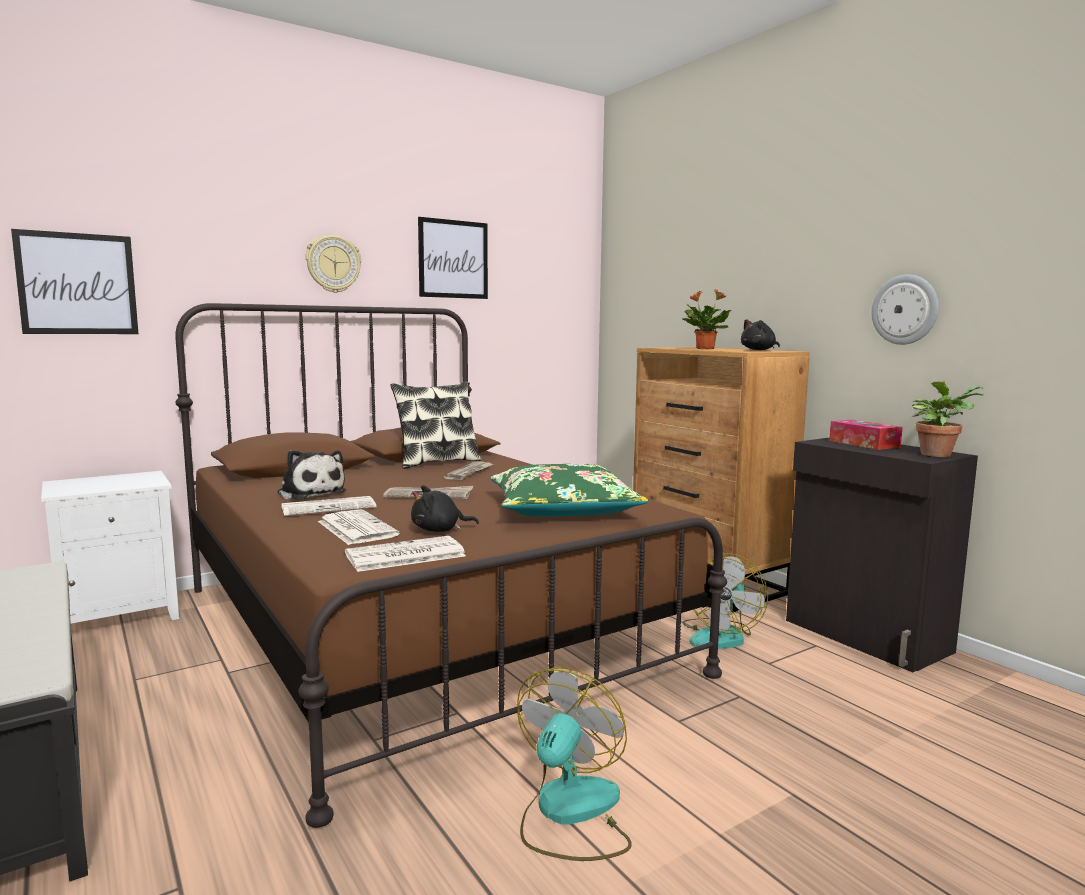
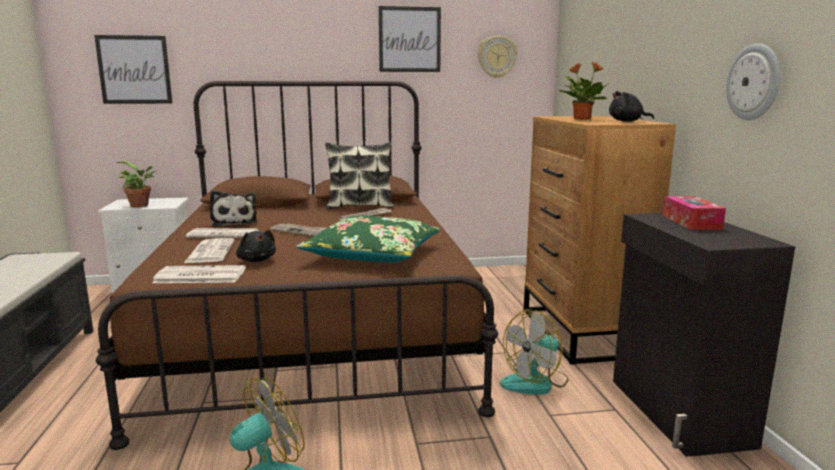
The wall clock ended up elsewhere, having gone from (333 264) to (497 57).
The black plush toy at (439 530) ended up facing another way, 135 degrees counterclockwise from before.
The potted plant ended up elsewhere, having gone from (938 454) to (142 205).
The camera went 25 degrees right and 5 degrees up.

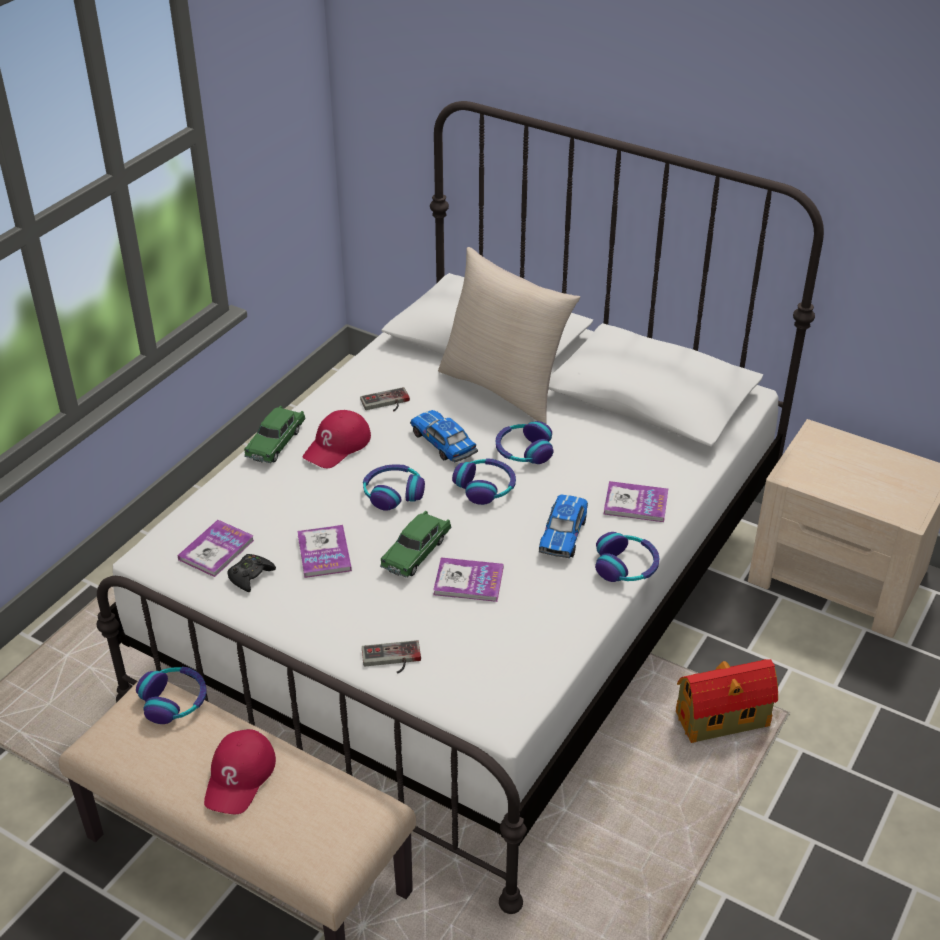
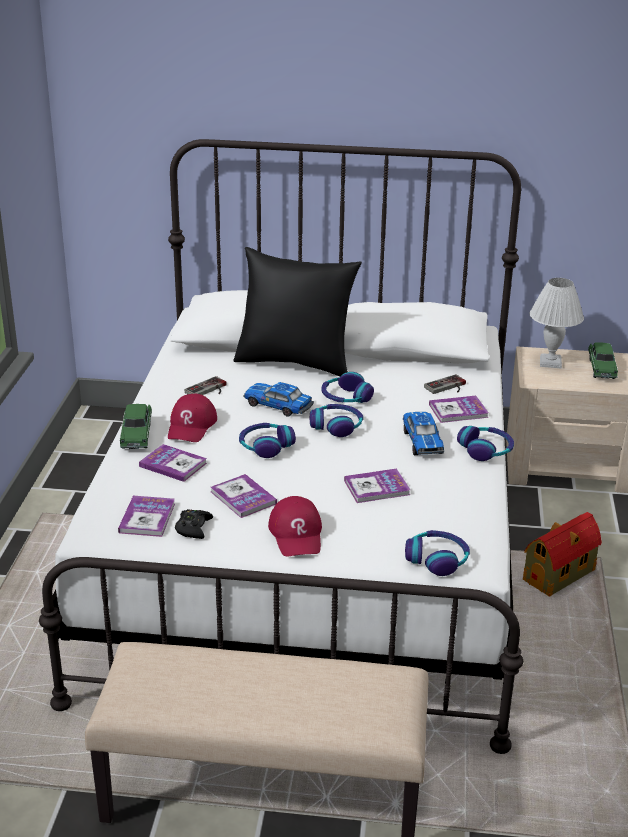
The headphones ended up elsewhere, having gone from (174 701) to (437 559).
The red cap ended up elsewhere, having gone from (239 776) to (297 534).
The game controller ended up elsewhere, having gone from (392 660) to (447 387).
The green toy car ended up elsewhere, having gone from (416 553) to (601 368).
What was the beige pillow at (504 388) turned into the black pillow at (295 362).
The second view gained the book at (173 464).
The second view gained the white table lamp at (551 363).
The camera went 25 degrees left and 10 degrees down.

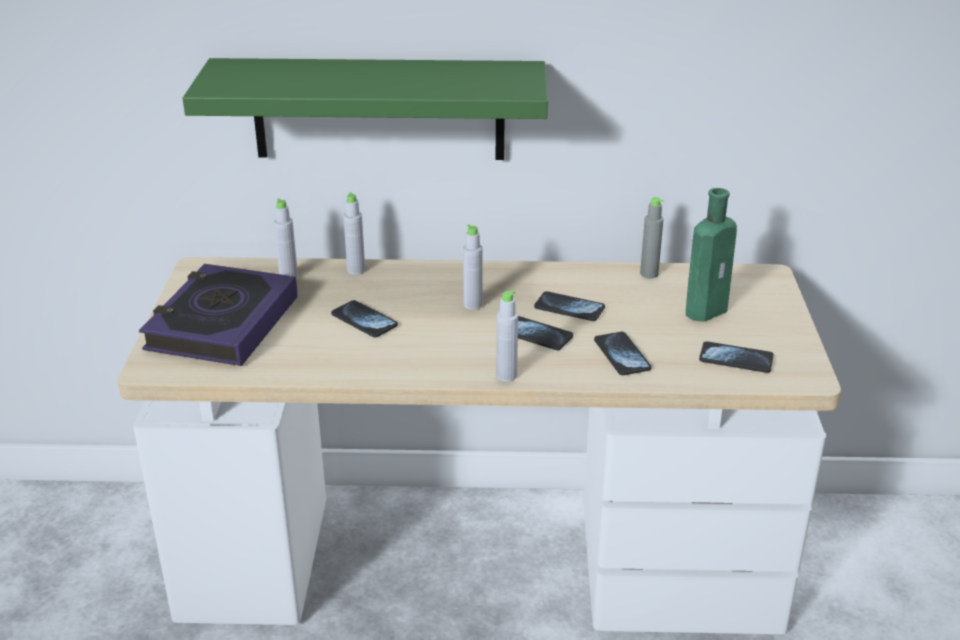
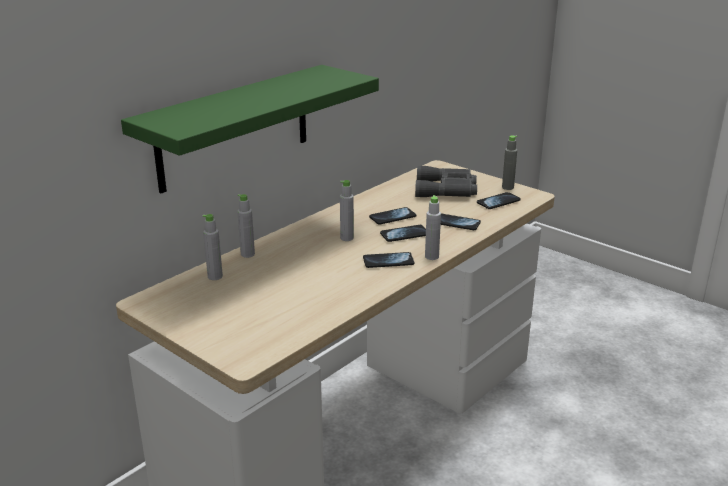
The second view lost the book at (222 323).
The phone ended up elsewhere, having gone from (364 320) to (388 261).
The grey bottle ended up elsewhere, having gone from (649 274) to (507 187).
Where the green bottle stood at (708 309), the grey binoculars came to stand at (447 189).
The camera went 50 degrees left and 5 degrees down.

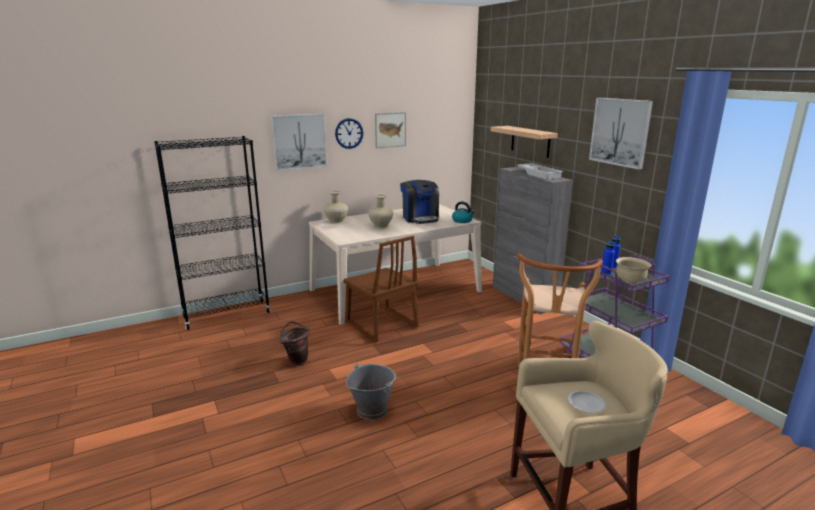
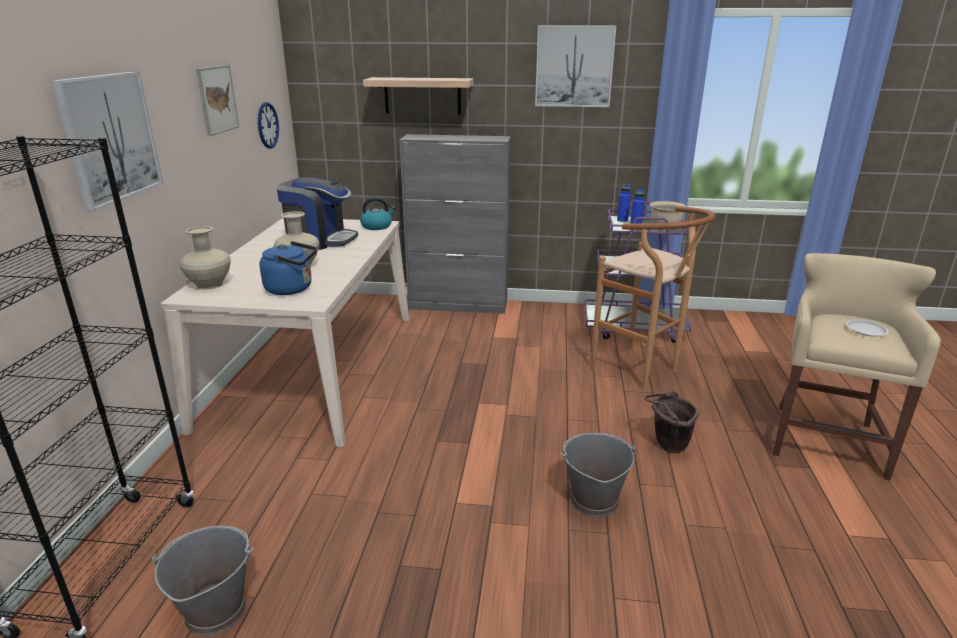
The brown bucket ended up elsewhere, having gone from (297 360) to (666 446).
The wall clock ended up elsewhere, having gone from (349 133) to (267 125).
The second view lost the brown chair at (381 325).
The second view lost the white tray at (539 174).
The second view gained the grey bucket at (215 610).
The second view gained the blue kettle at (292 289).
The camera went 55 degrees left and 5 degrees up.

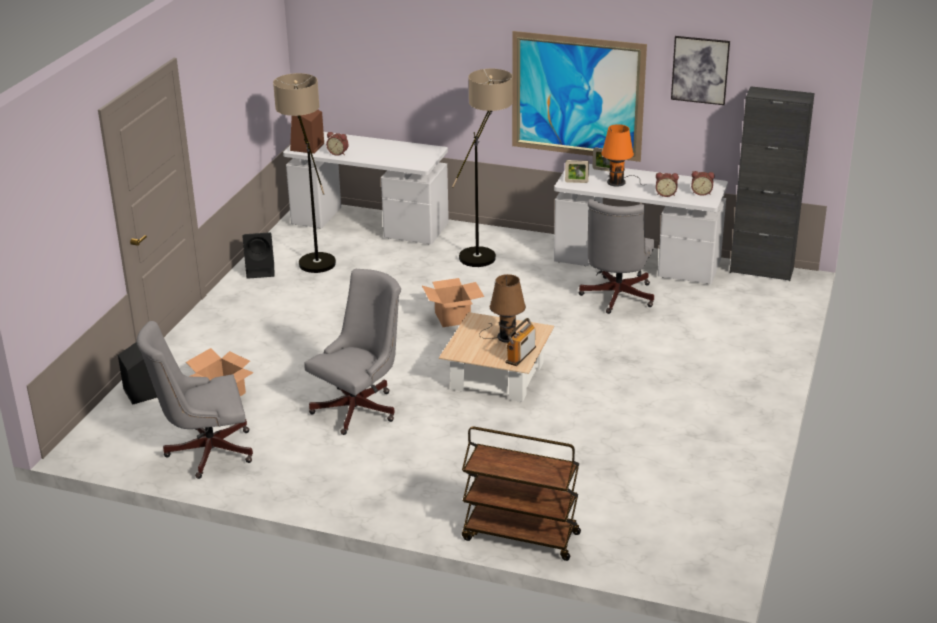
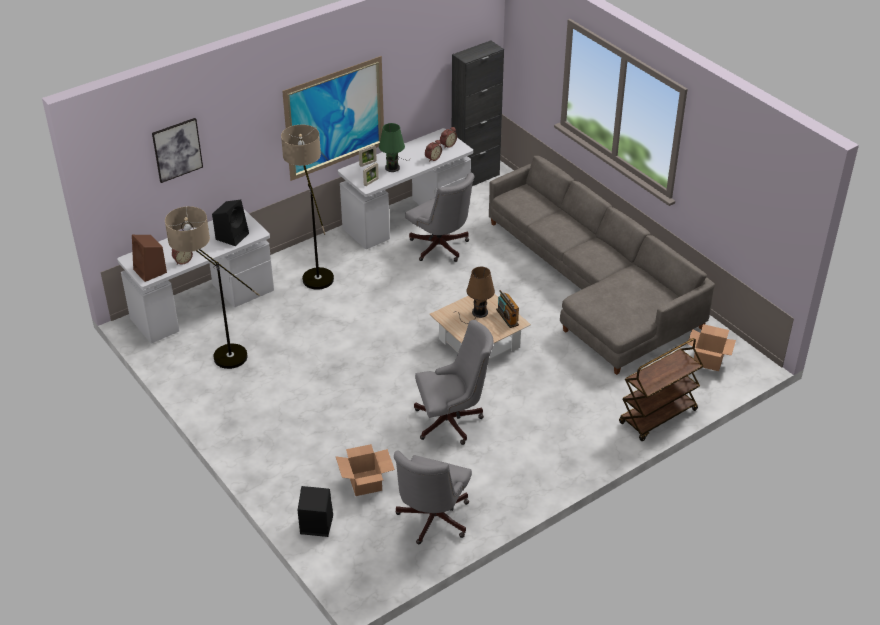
The black speaker ended up elsewhere, having gone from (261 270) to (232 236).
The grey office chair at (360 407) ended up facing another way, 90 degrees clockwise from before.
The cardboard box ended up elsewhere, having gone from (452 317) to (707 360).
What was the orange table lamp at (618 182) turned into the green table lamp at (393 167).
The picture ended up elsewhere, having gone from (700 70) to (177 149).
The second view gained the grey sofa at (594 285).
The camera went 55 degrees left and 10 degrees up.

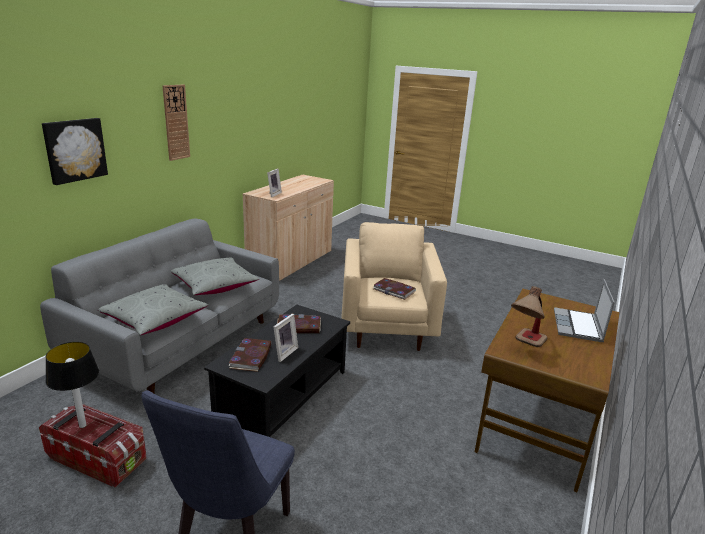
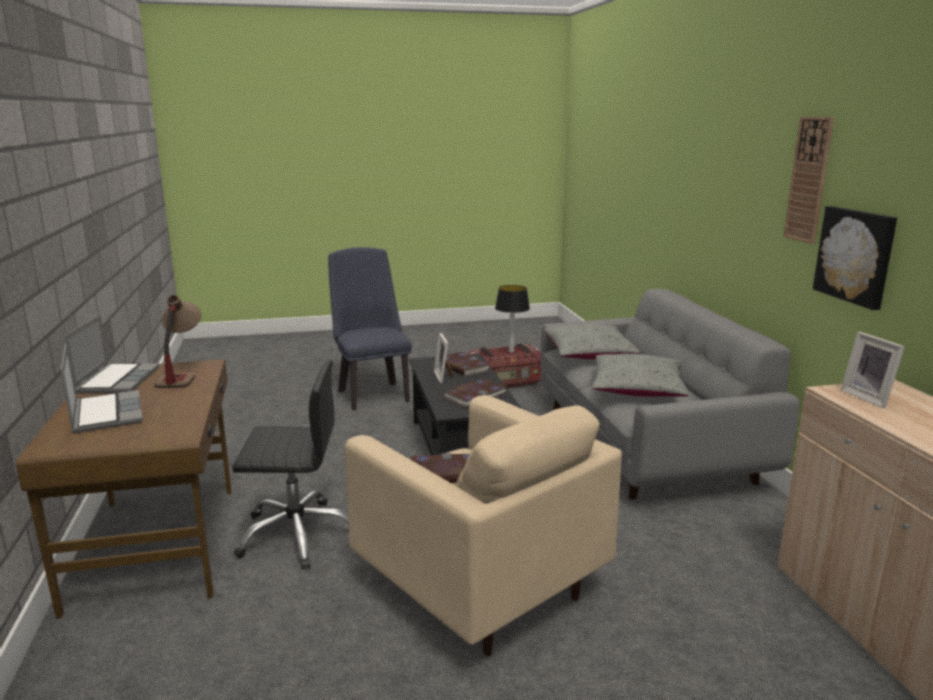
The picture ended up elsewhere, having gone from (74 150) to (856 255).
The second view gained the laptop at (117 380).
The second view gained the black office chair at (297 534).
The camera went 140 degrees right and 5 degrees down.

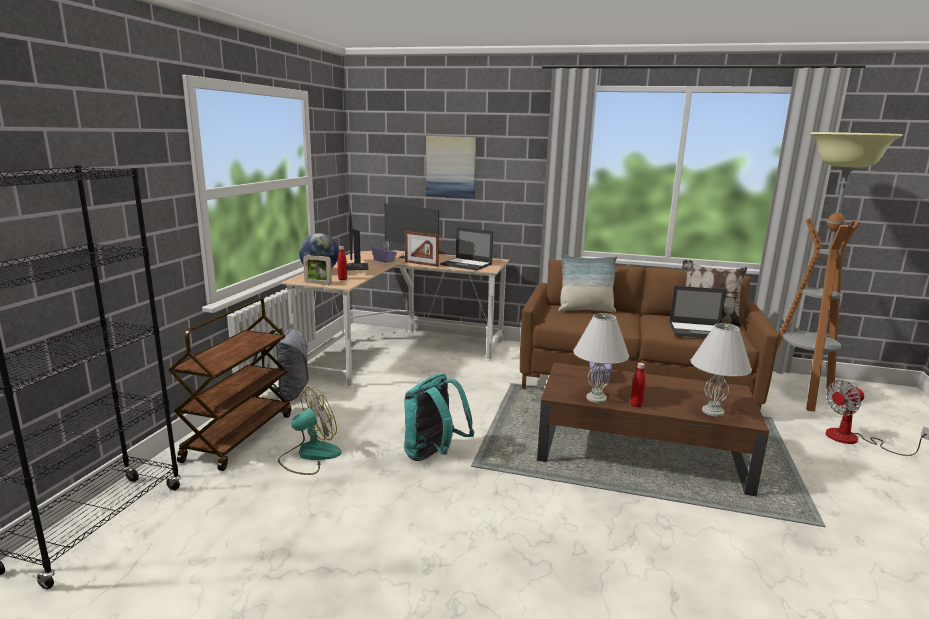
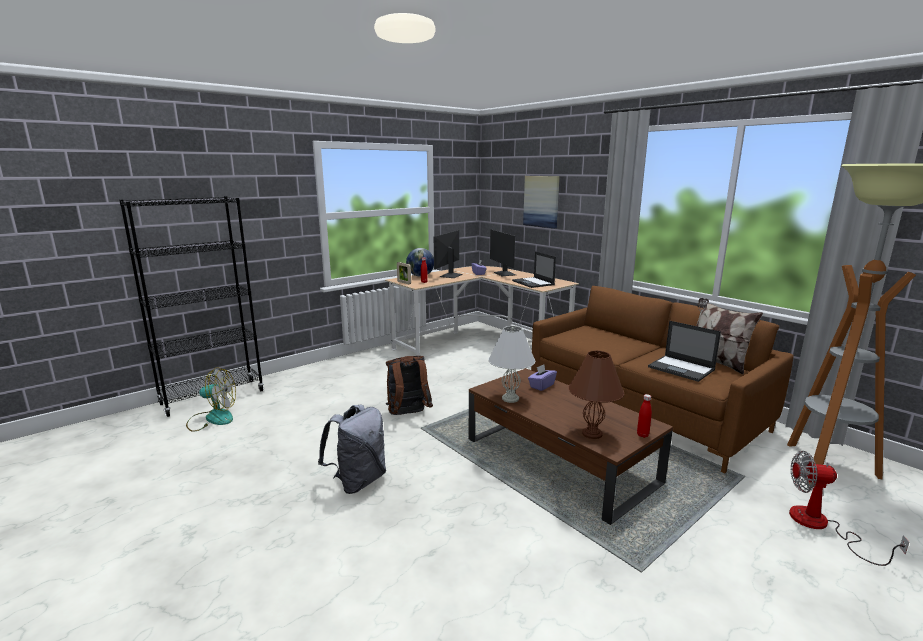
The second view lost the brown cart at (239 436).
The grey backpack ended up elsewhere, having gone from (285 395) to (358 481).
The fan ended up elsewhere, having gone from (309 455) to (212 418).
What was the turquoise backpack at (434 455) turned into the brown backpack at (408 414).
The second view lost the picture frame at (421 264).
The second view lost the pillow at (585 310).
The red bottle ended up elsewhere, having gone from (636 405) to (642 435).
What was the white table lamp at (713 411) turned into the brown table lamp at (591 434).
The camera went 35 degrees right and 0 degrees up.

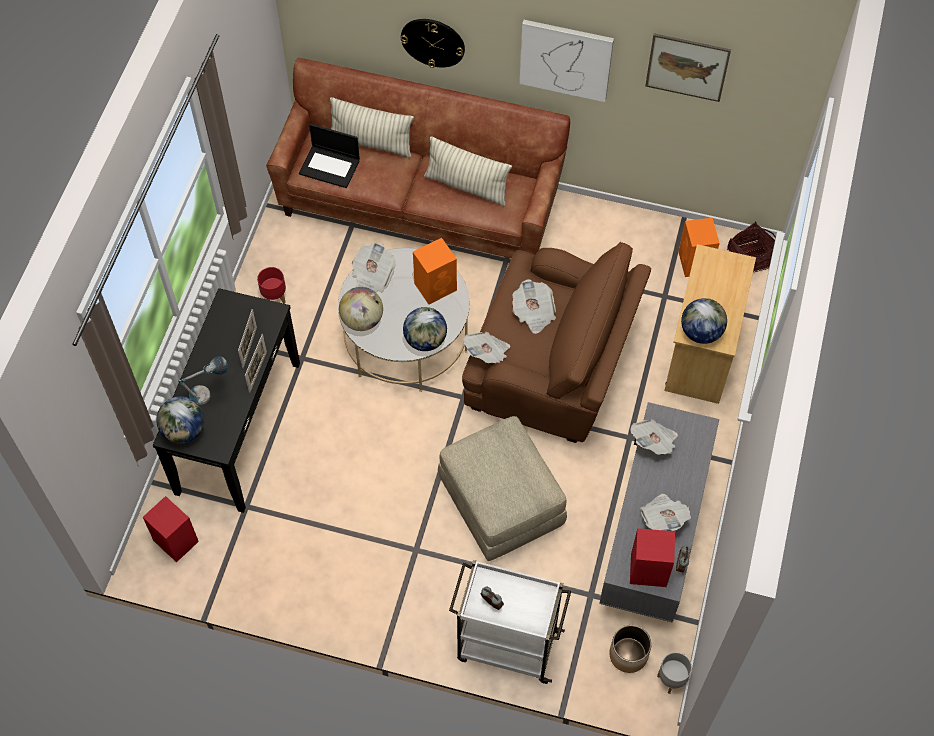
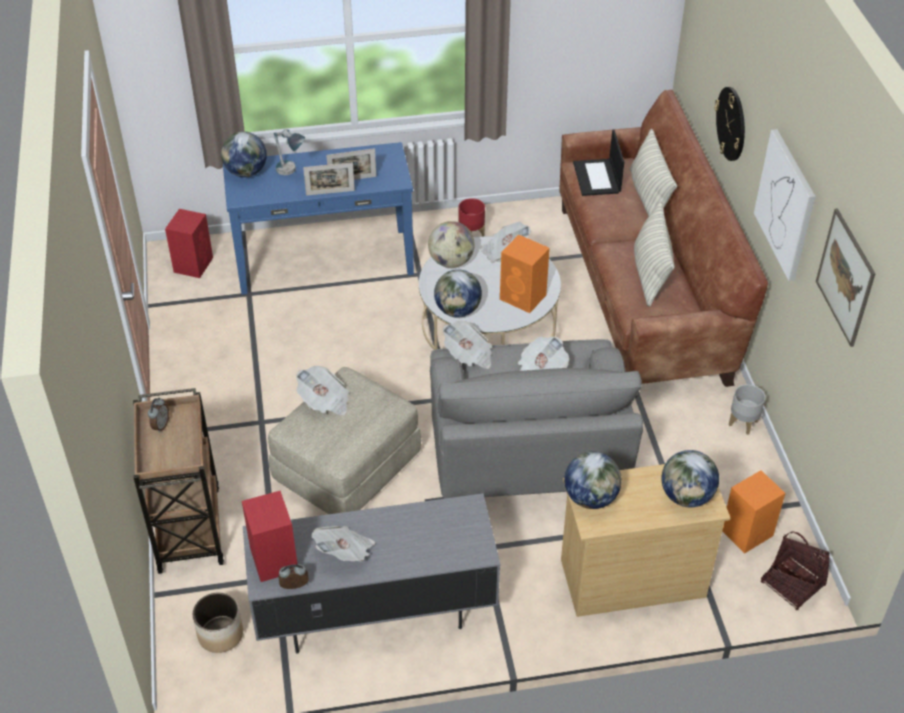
What was the black console table at (237 427) turned into the blue console table at (324 260).
What was the white cart at (506 645) turned into the brown cart at (189 526).
What was the brown armchair at (552 367) turned into the grey armchair at (527 454).
The newspaper ended up elsewhere, having gone from (654 442) to (324 401).
The grey planter ended up elsewhere, having gone from (672 679) to (743 423).
The second view gained the globe at (686 496).
The camera went 65 degrees right and 15 degrees down.

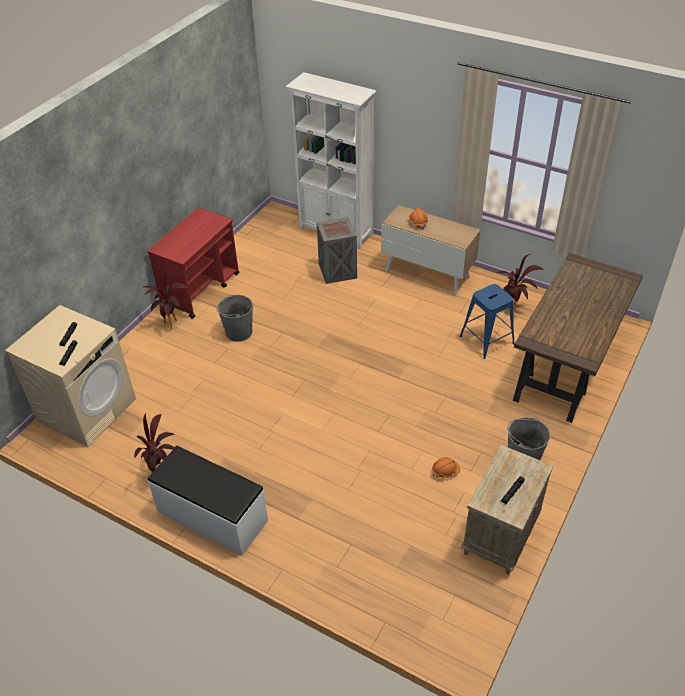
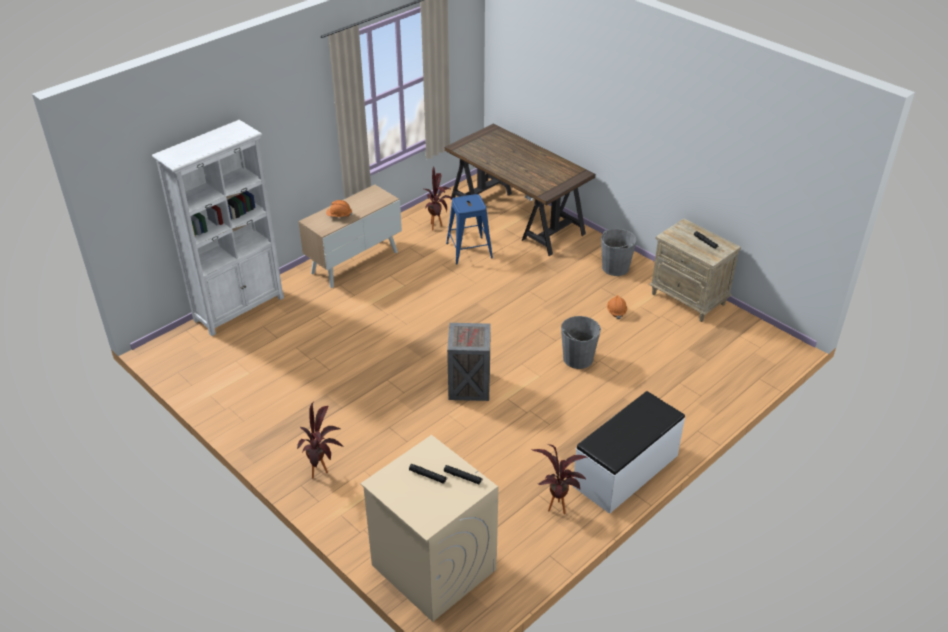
The second view lost the red cart at (201 289).
The grey bucket ended up elsewhere, having gone from (238 332) to (578 359).
The crate ended up elsewhere, having gone from (338 271) to (470 385).
The camera went 75 degrees left and 5 degrees down.

